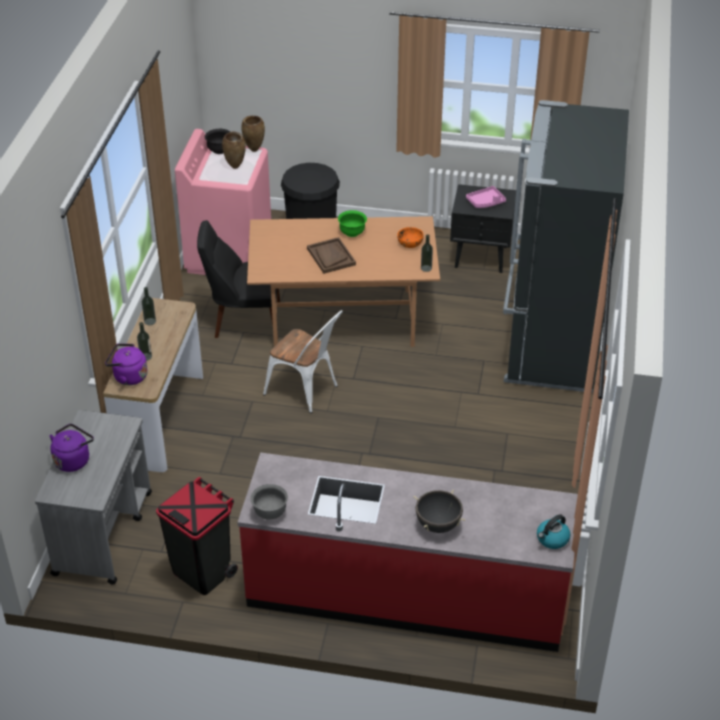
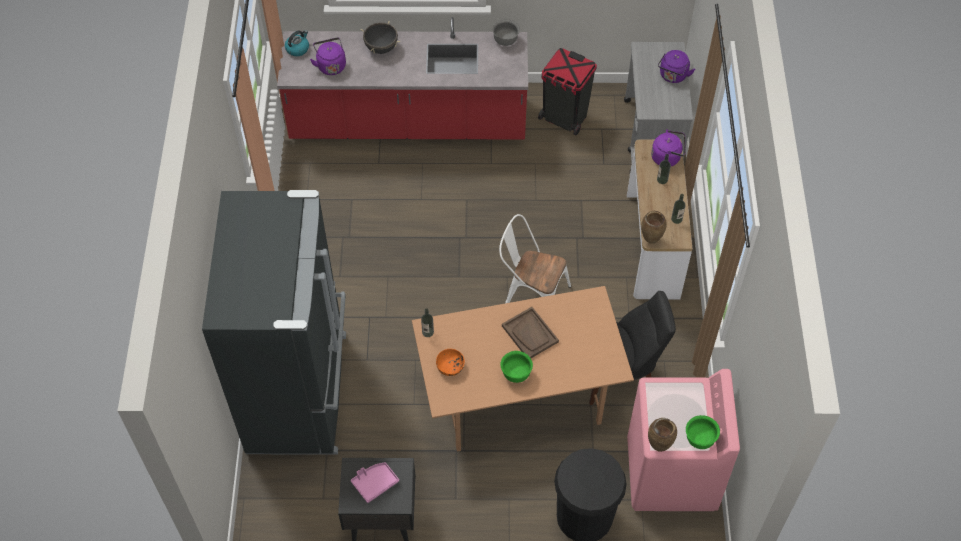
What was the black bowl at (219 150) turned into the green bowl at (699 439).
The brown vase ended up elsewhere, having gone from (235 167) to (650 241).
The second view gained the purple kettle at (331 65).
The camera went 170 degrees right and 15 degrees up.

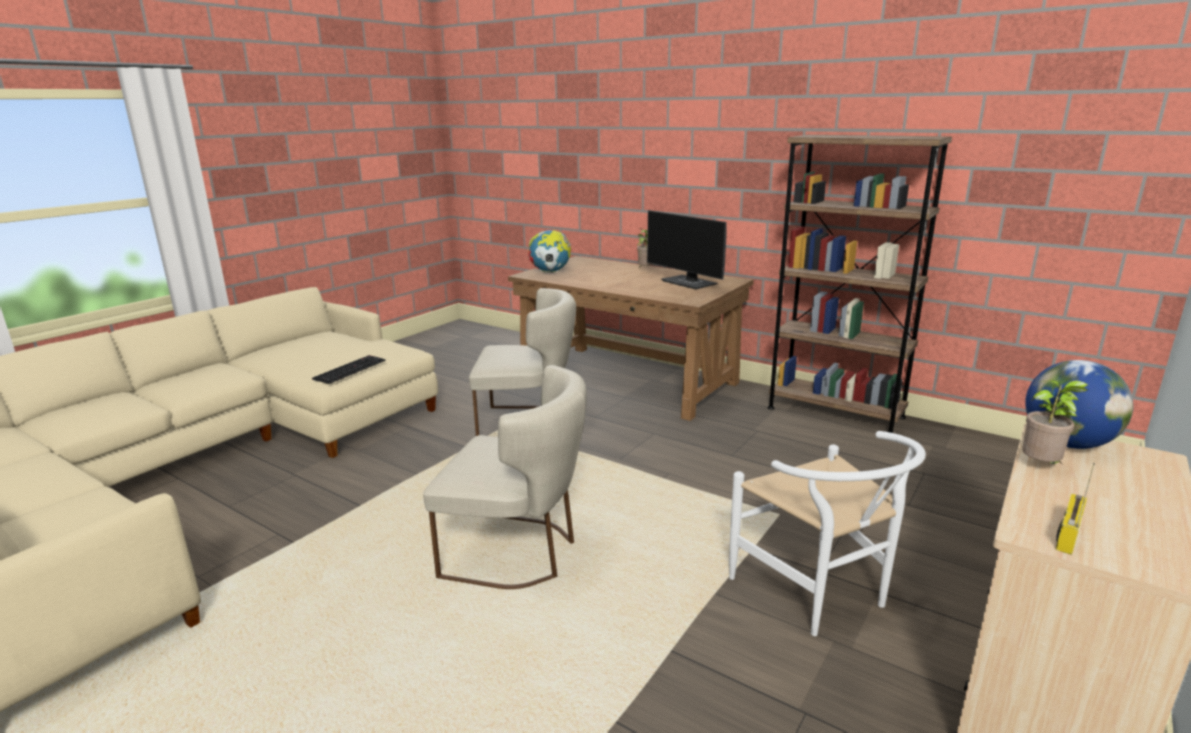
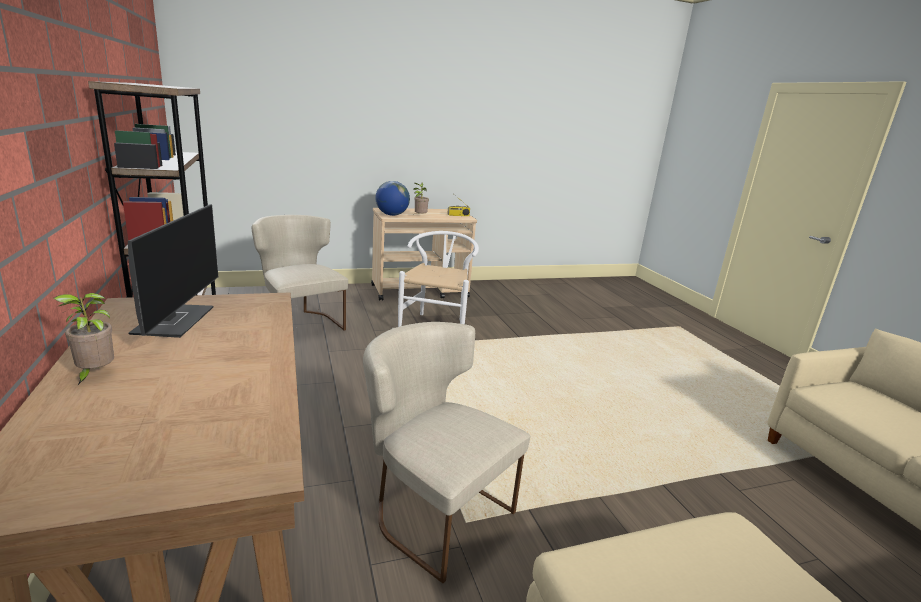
The second view lost the keyboard at (349 369).
The beige chair ended up elsewhere, having gone from (518 553) to (300 323).
The second view lost the globe at (550 272).
The camera went 145 degrees left and 0 degrees up.

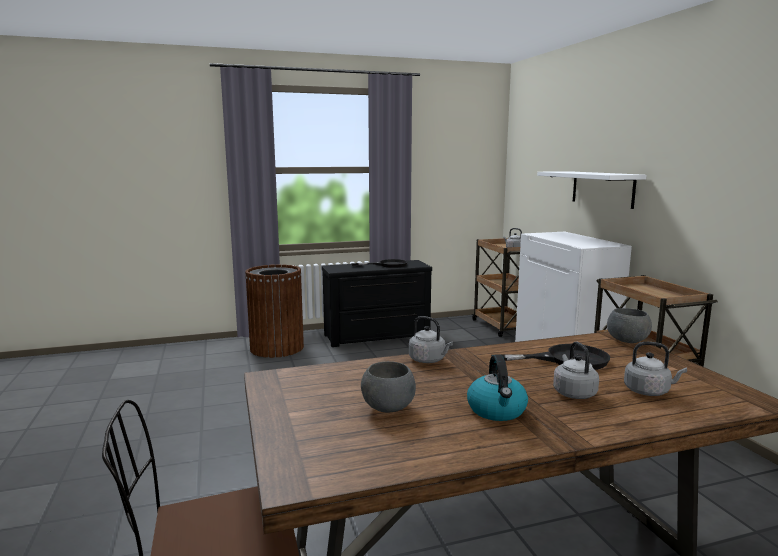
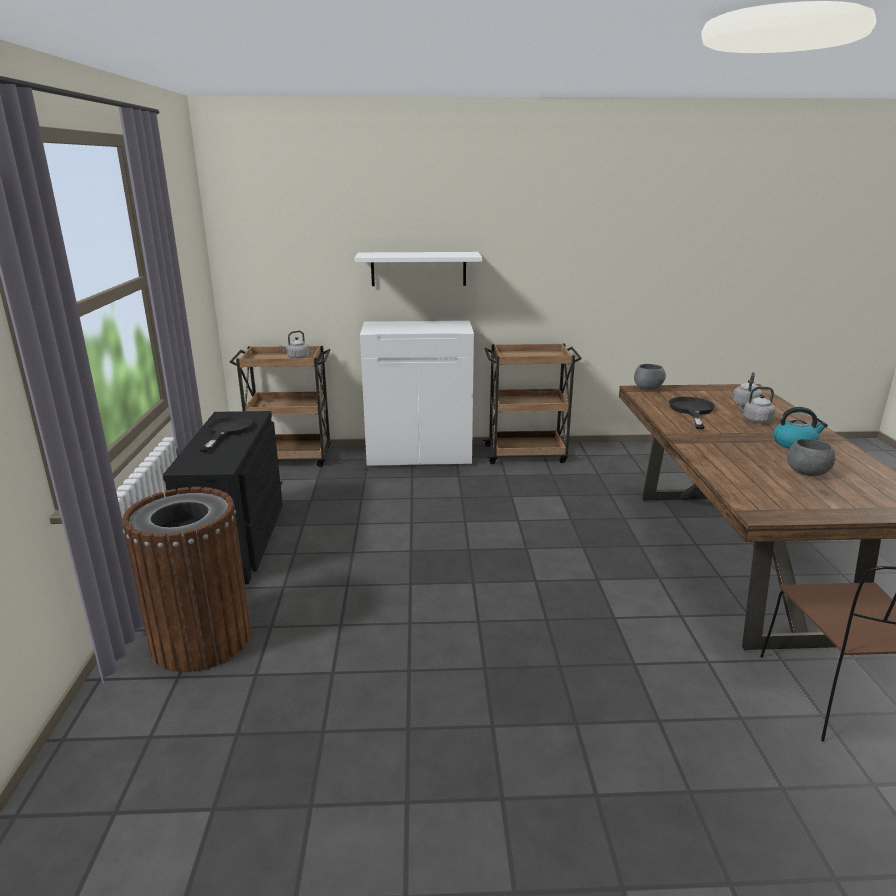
The second view lost the grey kettle at (429 360).
The camera went 75 degrees left and 10 degrees up.

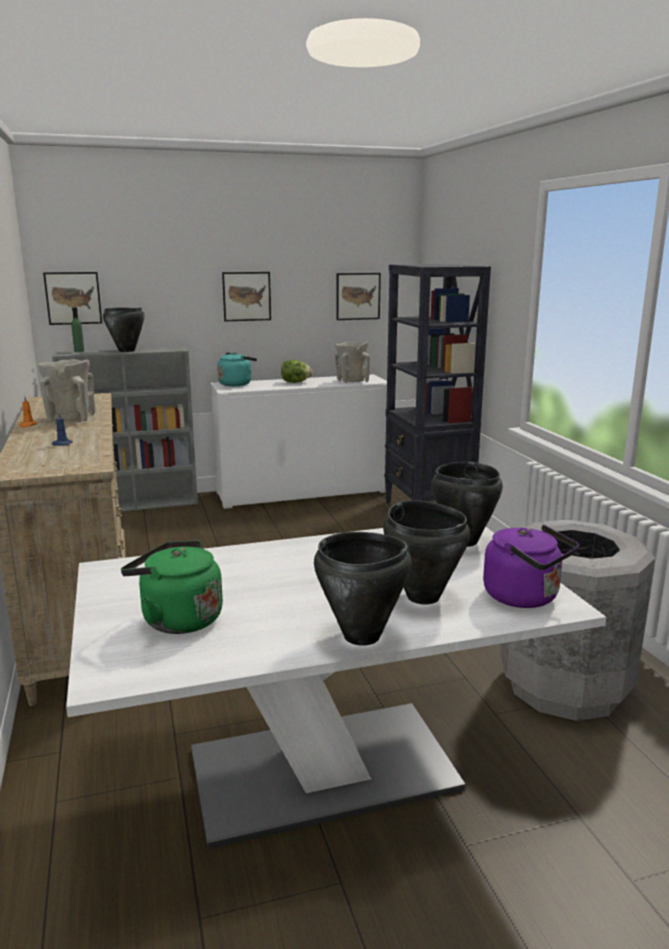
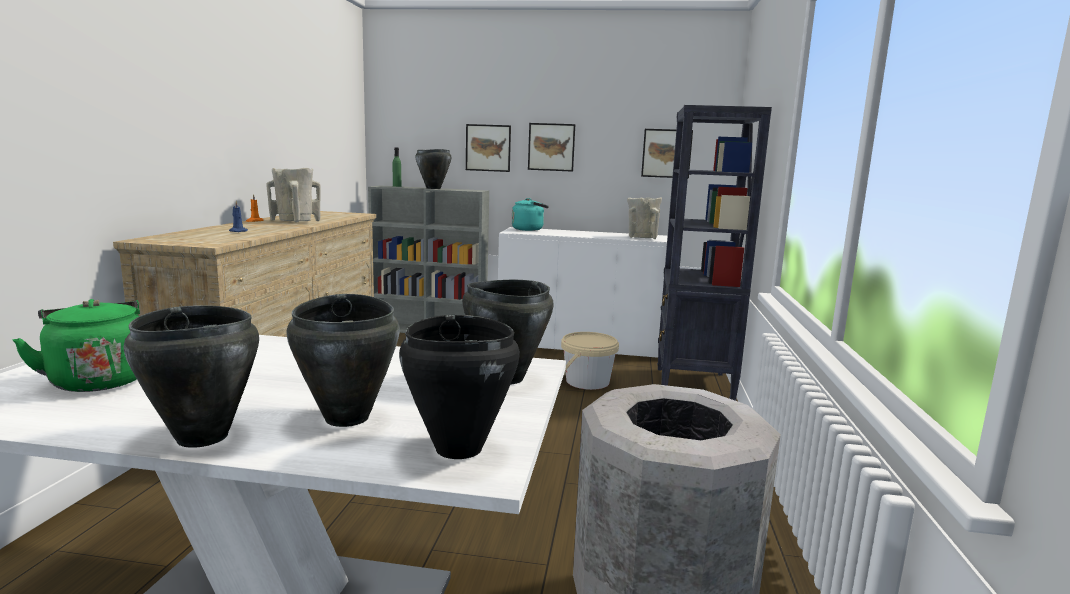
The picture ended up elsewhere, having gone from (73 298) to (488 148).
The second view lost the lettuce at (295 382).
Where the purple kettle stood at (525 597), the black cooking pot came to stand at (458 449).
The second view gained the beige bucket at (587 381).
The camera went 25 degrees right and 5 degrees down.

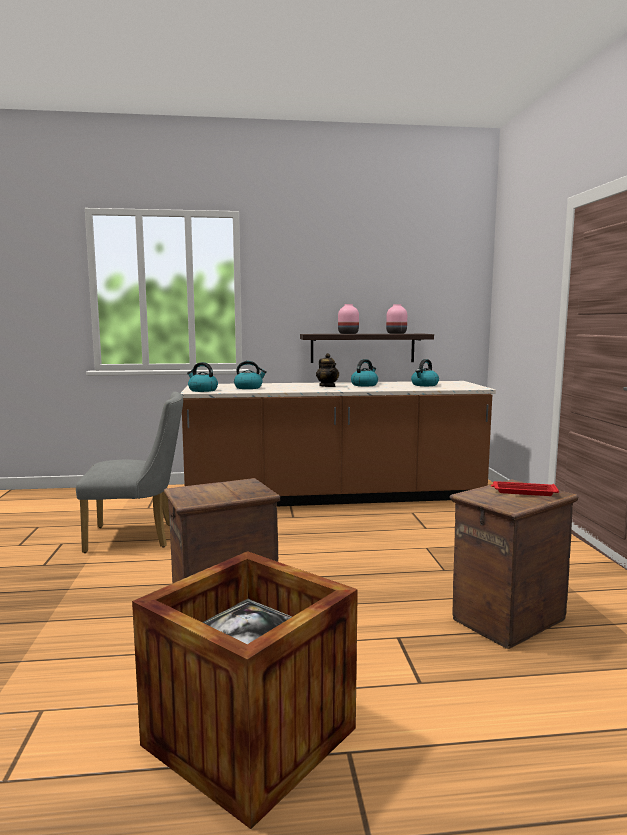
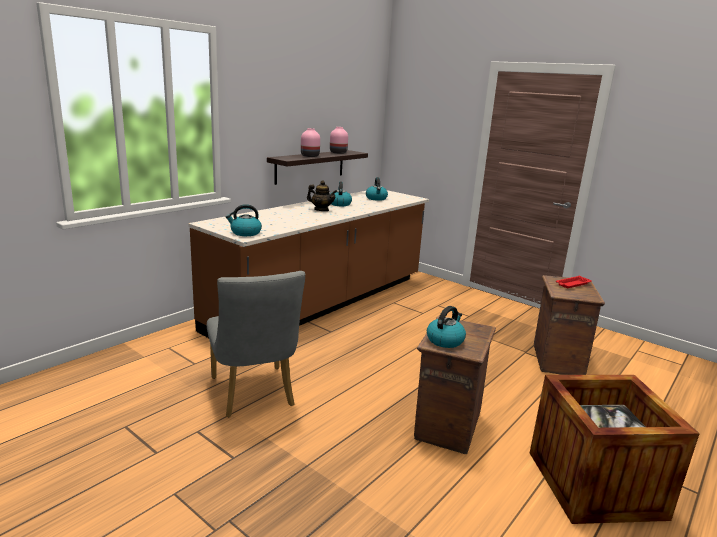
The grey chair at (138 537) ended up facing another way, 120 degrees clockwise from before.
The kettle ended up elsewhere, having gone from (249 388) to (445 340).
The camera went 45 degrees left and 10 degrees up.

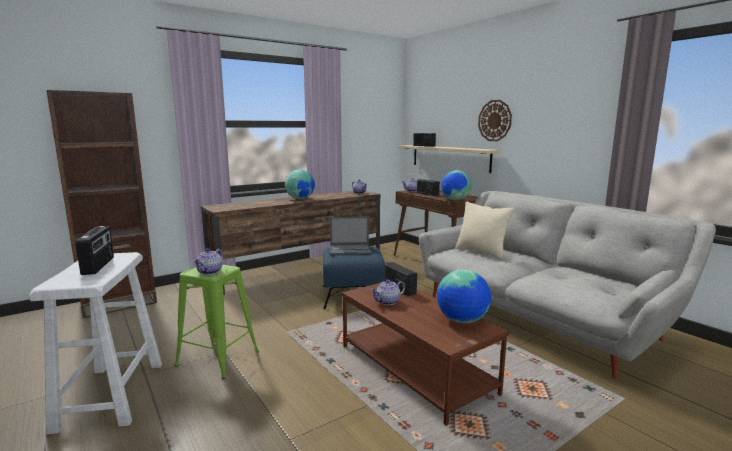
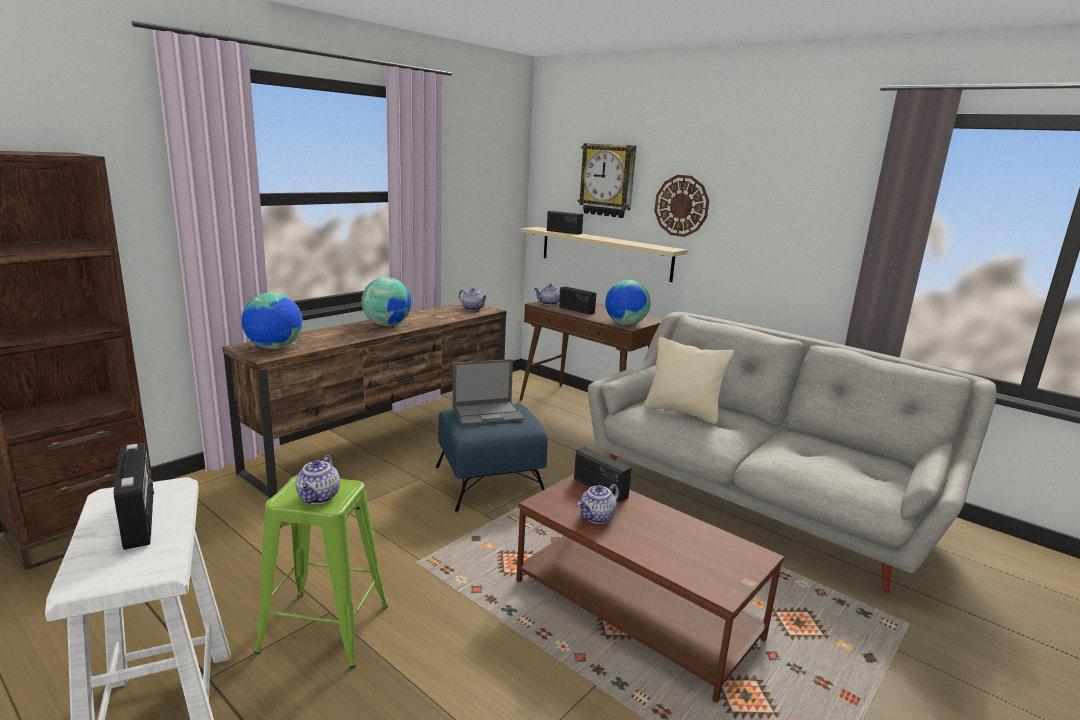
The globe ended up elsewhere, having gone from (462 321) to (274 348).
The second view gained the wall clock at (607 180).
The camera went 15 degrees left and 5 degrees up.

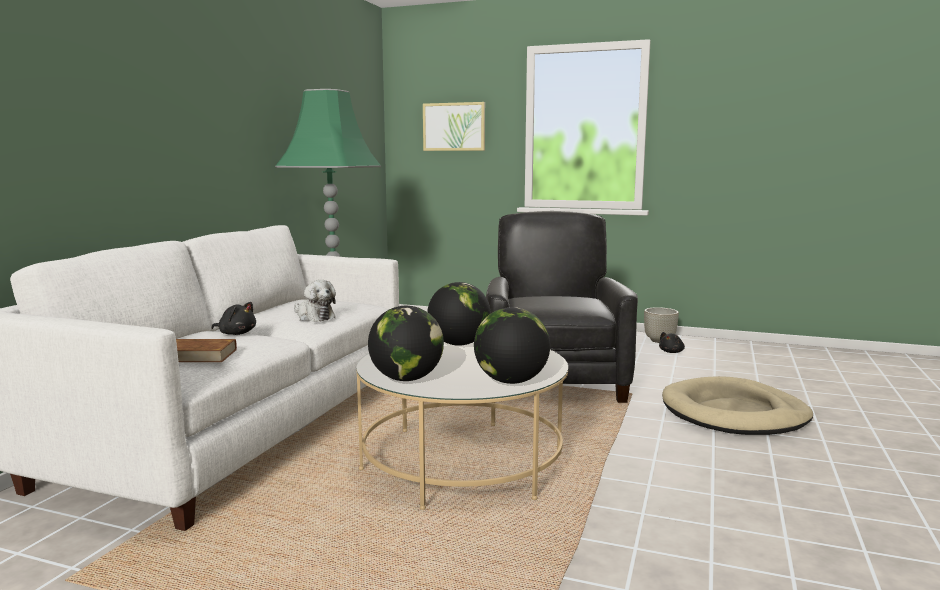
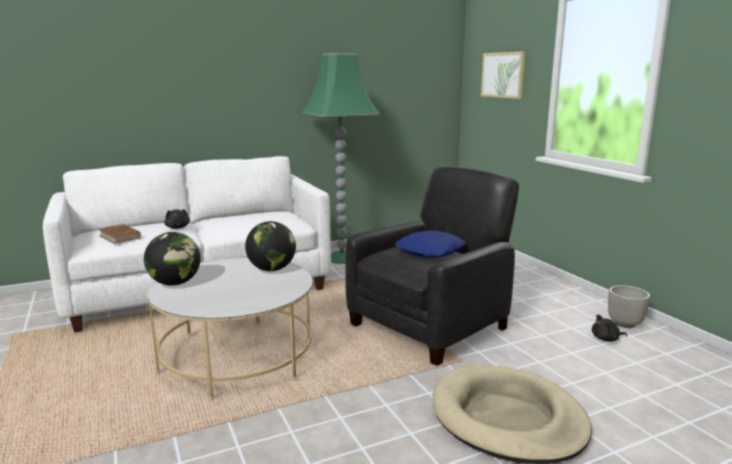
The second view lost the plush toy at (314 317).
The second view lost the globe at (511 381).
The second view gained the blue pillow at (430 251).
The camera went 45 degrees right and 5 degrees up.

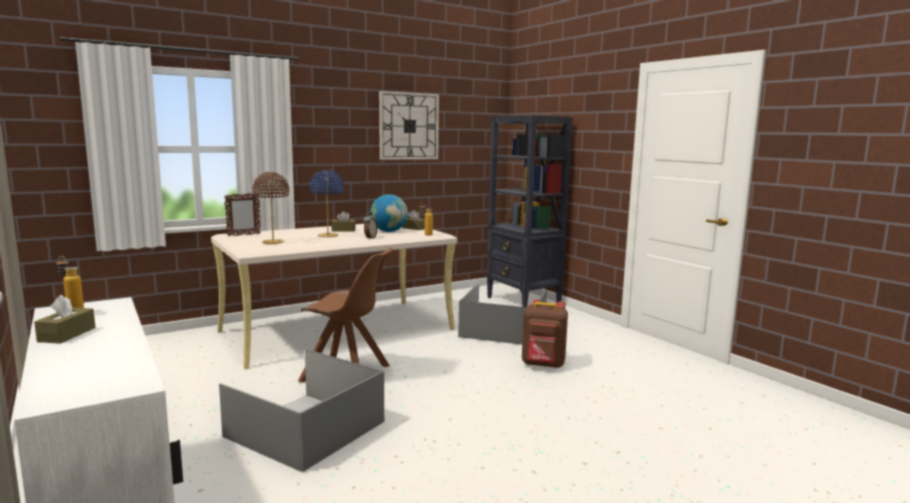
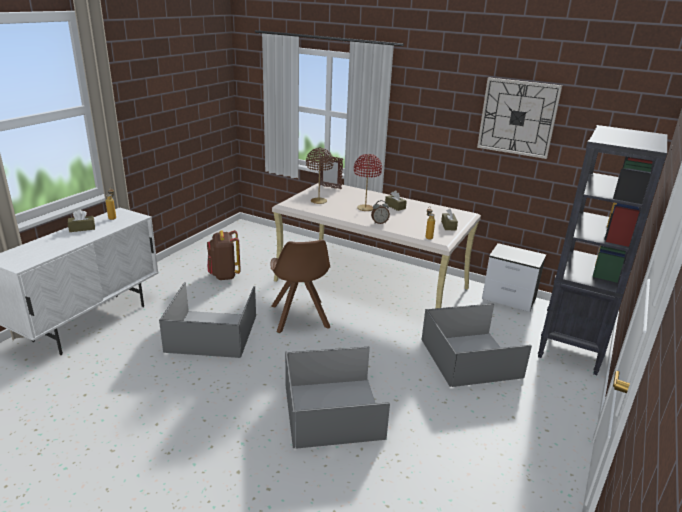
What was the blue table lamp at (327 236) turned into the red table lamp at (365 208).
The second view lost the globe at (389 231).
The brown backpack ended up elsewhere, having gone from (543 365) to (224 275).
The second view gained the grey storage box at (333 412).
The second view gained the nightstand at (509 299).
The camera went 60 degrees right and 15 degrees up.

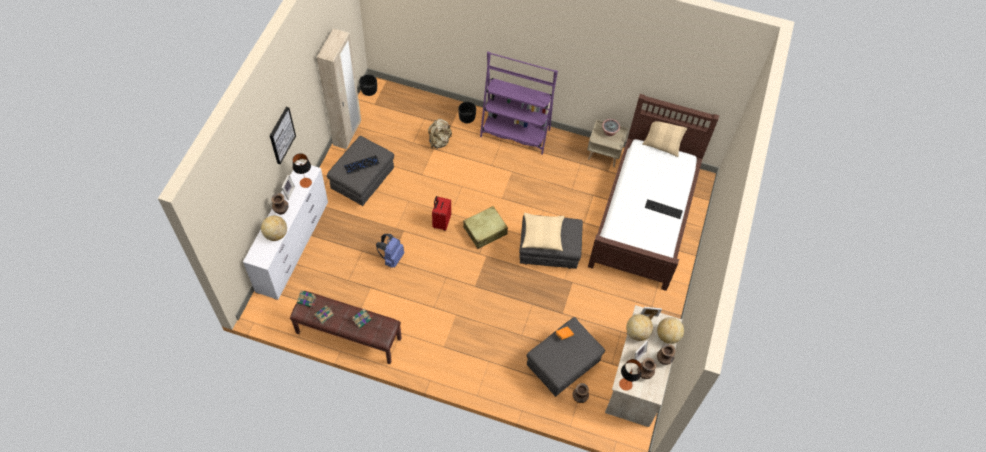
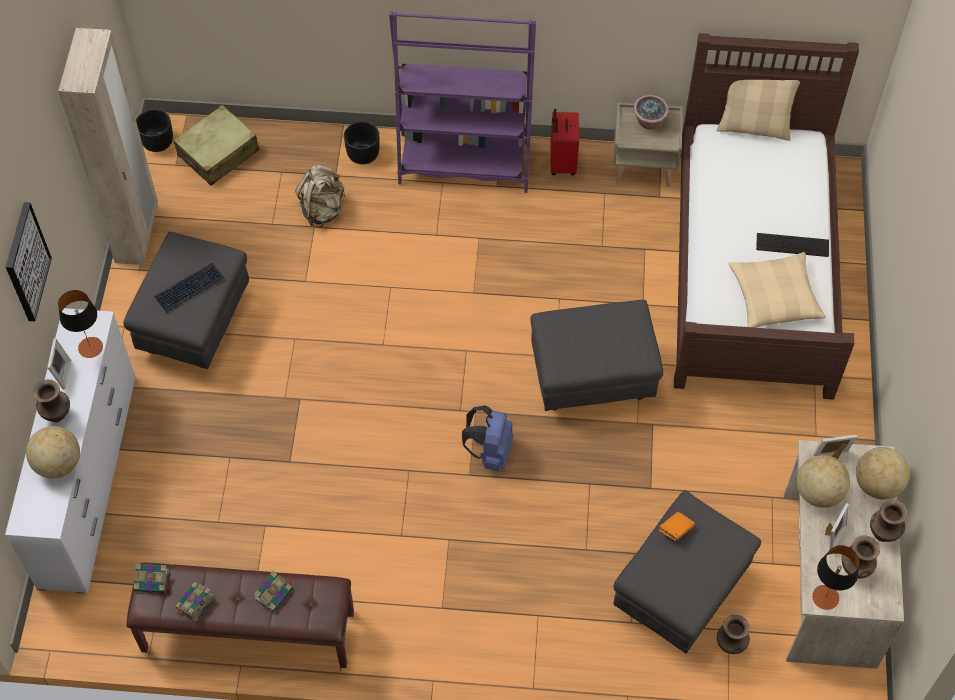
The blue backpack ended up elsewhere, having gone from (391 258) to (490 452).
The red suitcase ended up elsewhere, having gone from (441 222) to (561 163).
The beige suitcase ended up elsewhere, having gone from (485 231) to (219 153).
The beige pillow ended up elsewhere, having gone from (542 235) to (774 296).
The camera went 10 degrees left and 0 degrees up.

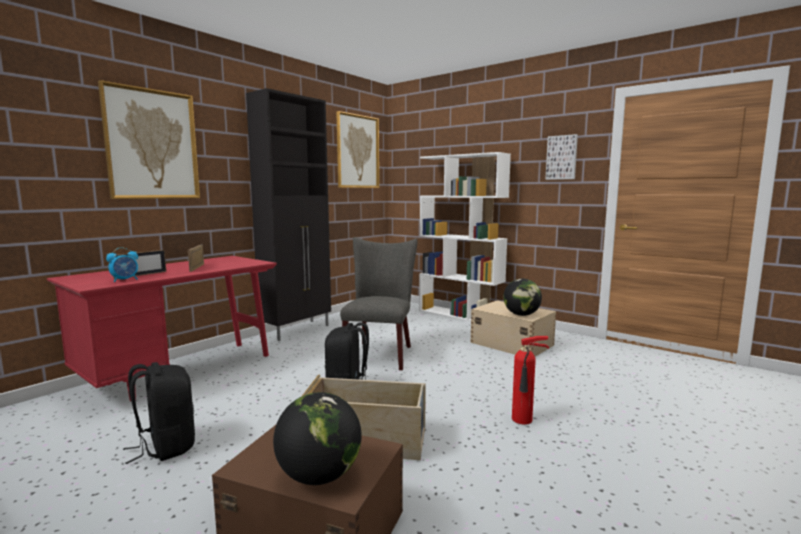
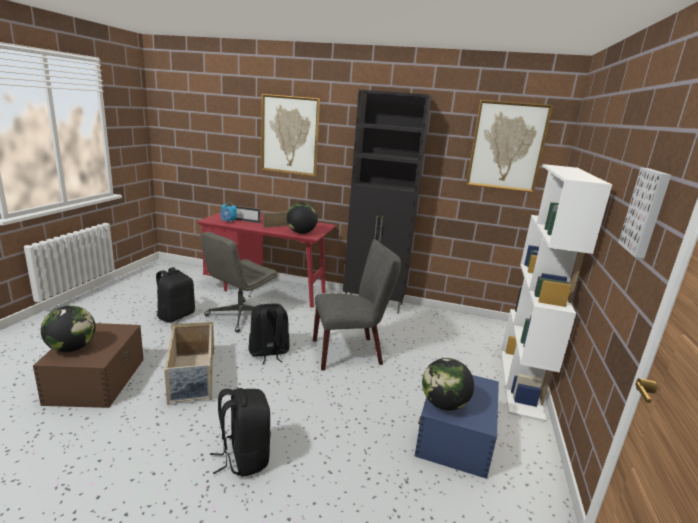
What was the beige storage box at (511 343) turned into the blue storage box at (455 435).
Where the fire extinguisher stood at (524 420), the black backpack came to stand at (243 457).
The second view gained the grey office chair at (239 316).
The second view gained the globe at (301 233).
The camera went 65 degrees right and 10 degrees up.

